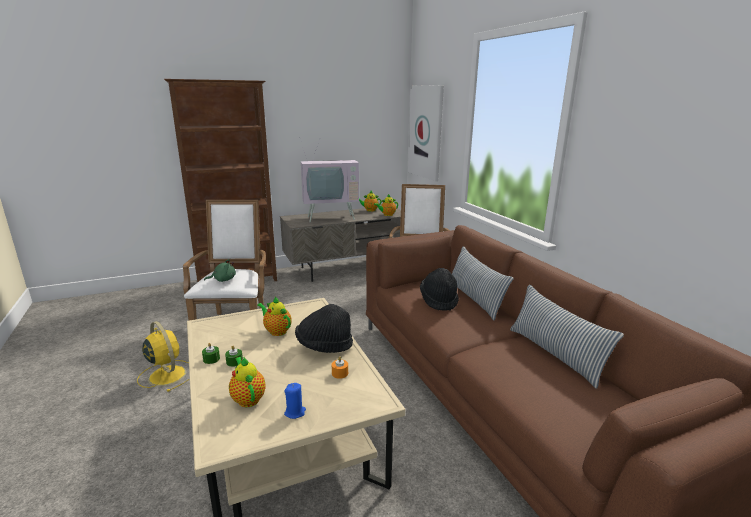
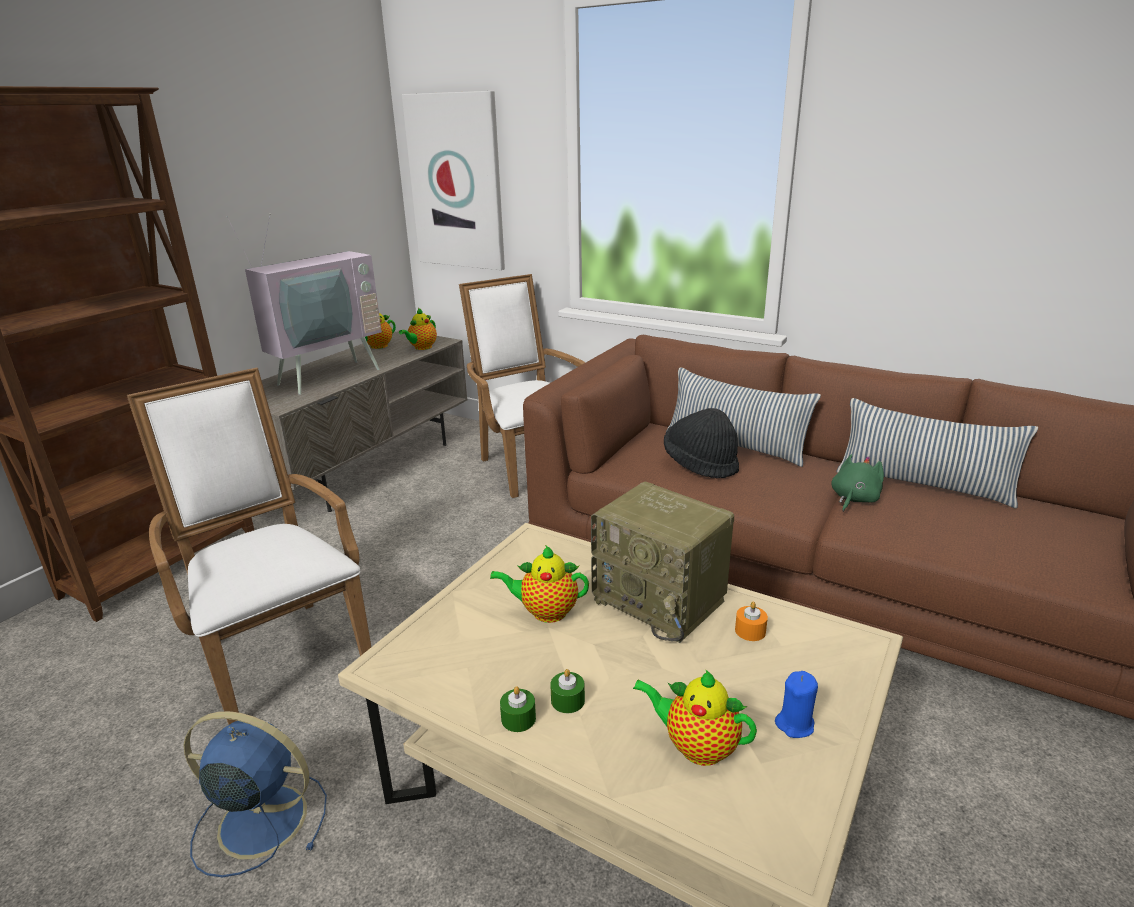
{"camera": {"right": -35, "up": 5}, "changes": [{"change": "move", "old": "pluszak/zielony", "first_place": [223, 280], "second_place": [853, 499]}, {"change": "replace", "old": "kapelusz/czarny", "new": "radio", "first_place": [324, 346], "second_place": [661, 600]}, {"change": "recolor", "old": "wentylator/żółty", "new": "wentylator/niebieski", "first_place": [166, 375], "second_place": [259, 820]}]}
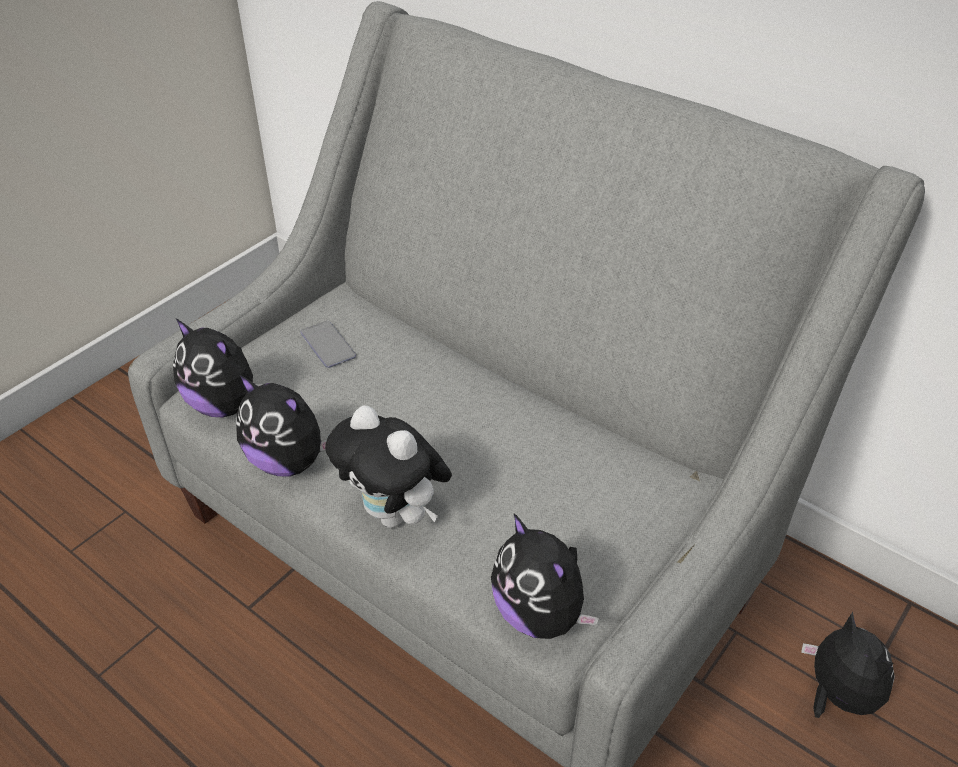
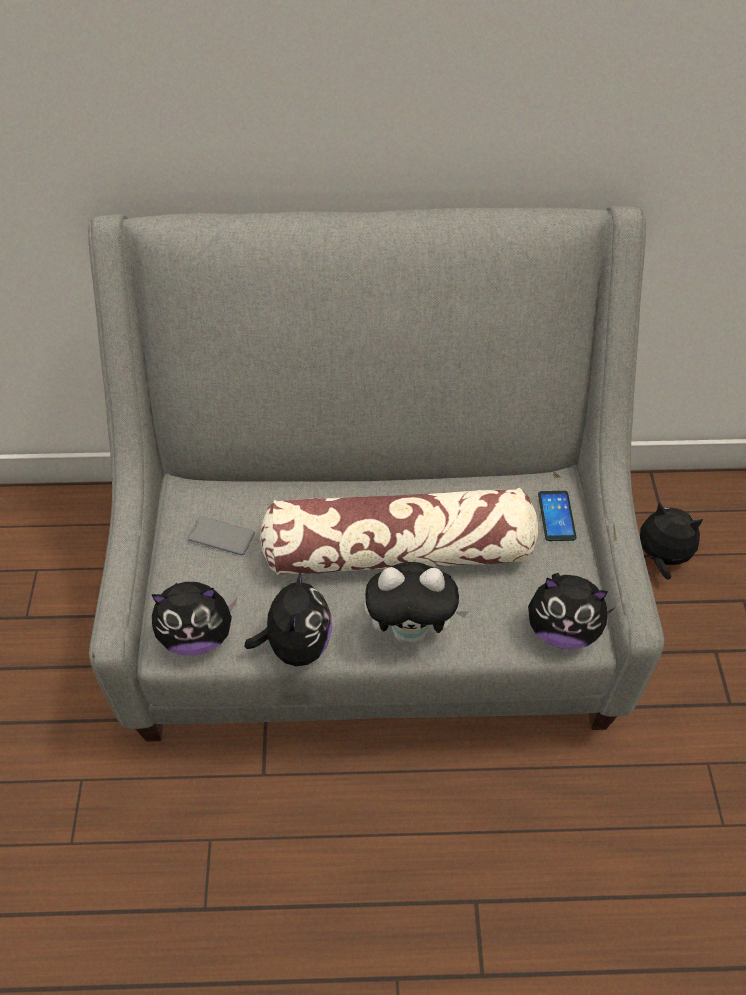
{"camera": {"right": -40, "up": 10}, "changes": [{"change": "insert", "new": "poduszka", "second_place": [399, 551]}, {"change": "insert", "new": "telefon", "second_place": [556, 516]}, {"change": "rotate", "old": "pluszak", "first_place": [288, 461], "second_place": [296, 644], "degrees": -75}]}
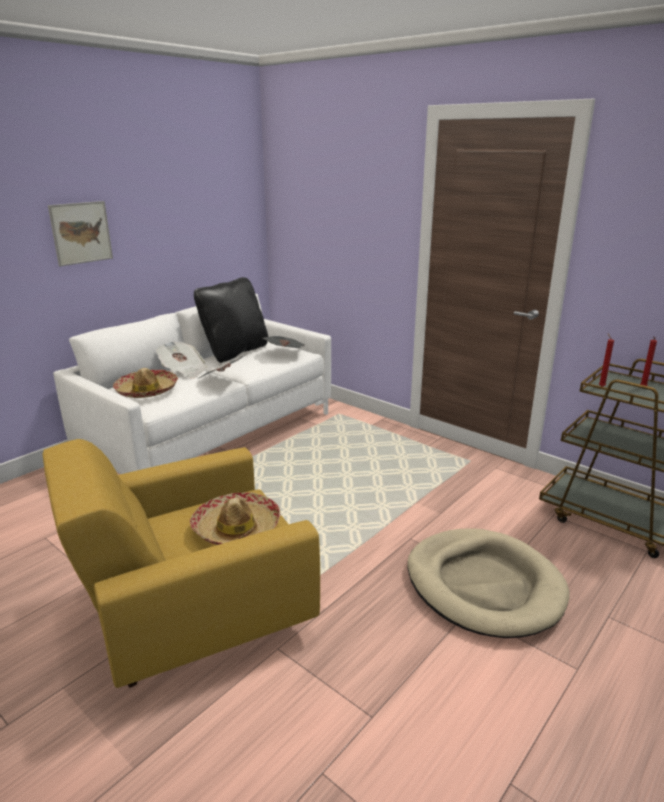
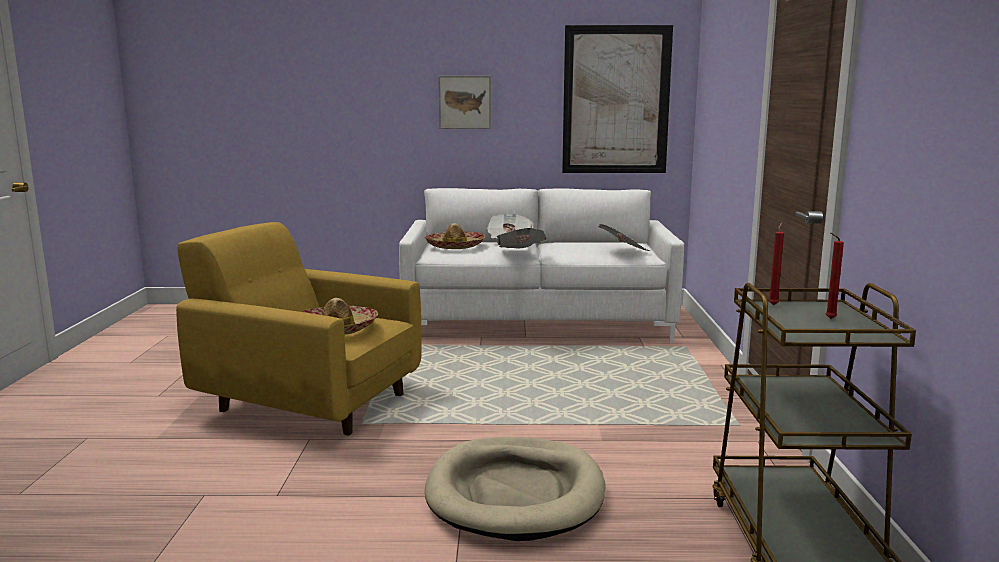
{"camera": {"right": 50, "up": -10}, "changes": [{"change": "delete", "old": "poduszka/czarny", "first_place": [235, 351]}, {"change": "insert", "new": "obraz", "second_place": [616, 100]}]}
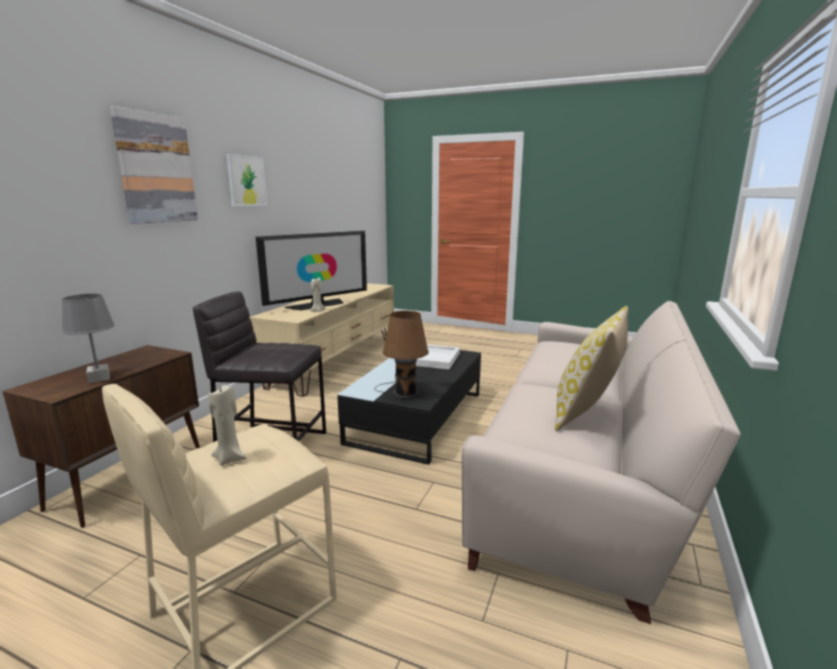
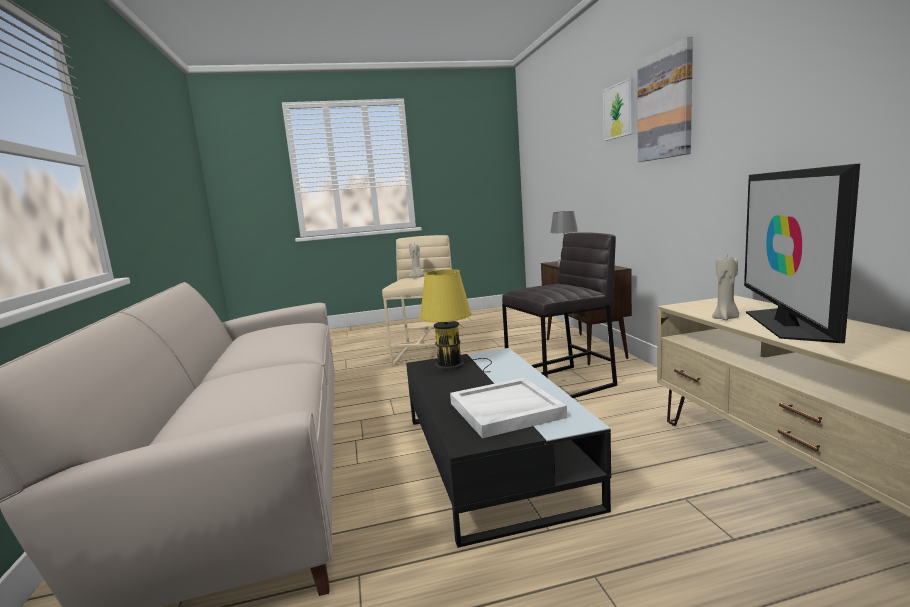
{"camera": {"right": 145, "up": -5}, "changes": [{"change": "delete", "old": "poduszka", "first_place": [587, 413]}, {"change": "move", "old": "obraz", "first_place": [246, 181], "second_place": [619, 110]}, {"change": "recolor", "old": "lampa stołowa/brązowy", "new": "lampa stołowa/żółty", "first_place": [403, 393], "second_place": [453, 365]}]}
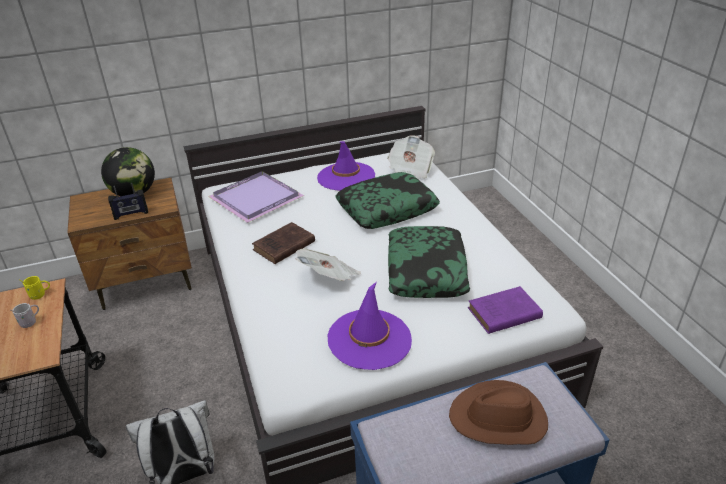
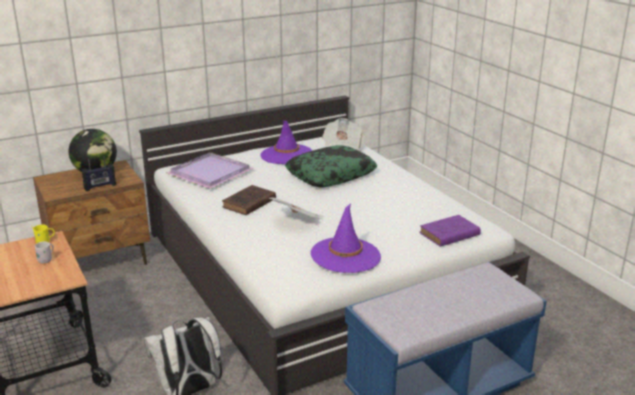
{"camera": {"right": -10, "up": -10}, "changes": [{"change": "delete", "old": "poduszka", "first_place": [426, 271]}, {"change": "delete", "old": "kapelusz/brązowy", "first_place": [498, 418]}]}
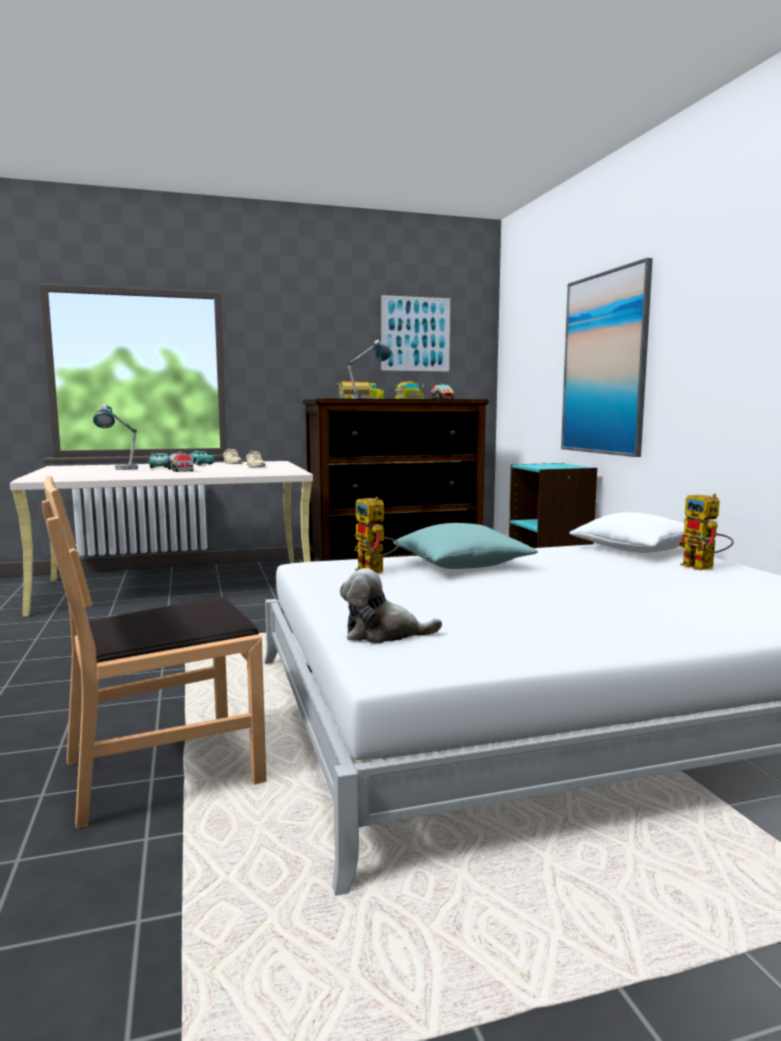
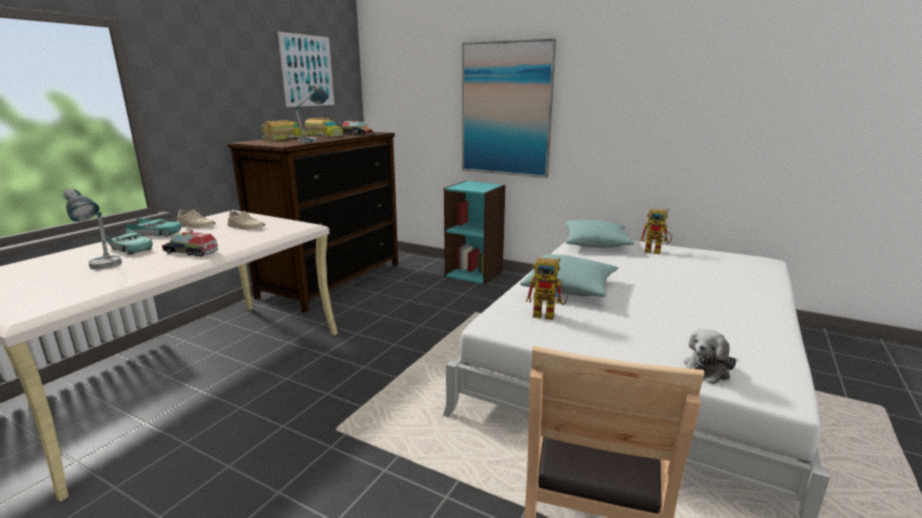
{"camera": {"right": -45, "up": 10}, "changes": [{"change": "recolor", "old": "poduszka/biały", "new": "poduszka/turkusowy", "first_place": [638, 549], "second_place": [595, 244]}]}
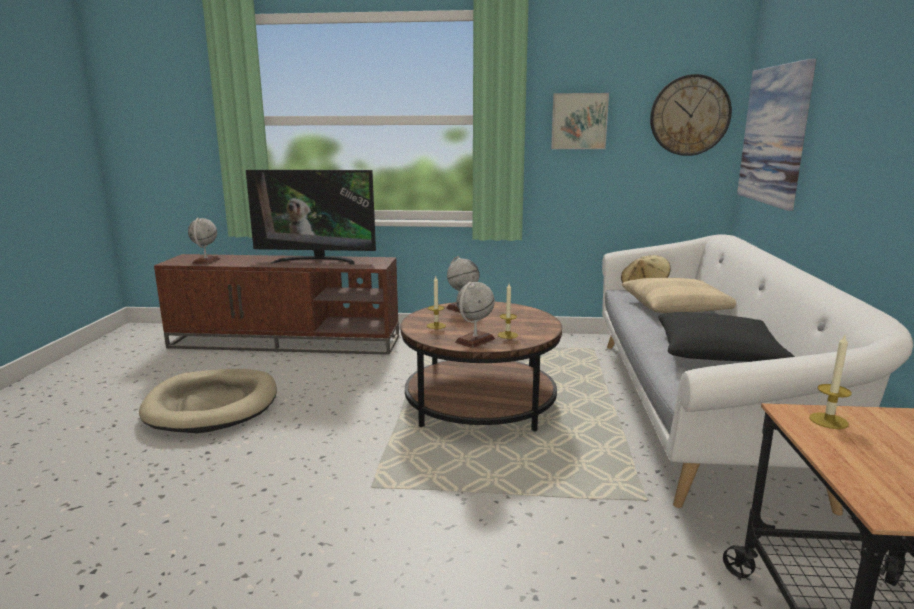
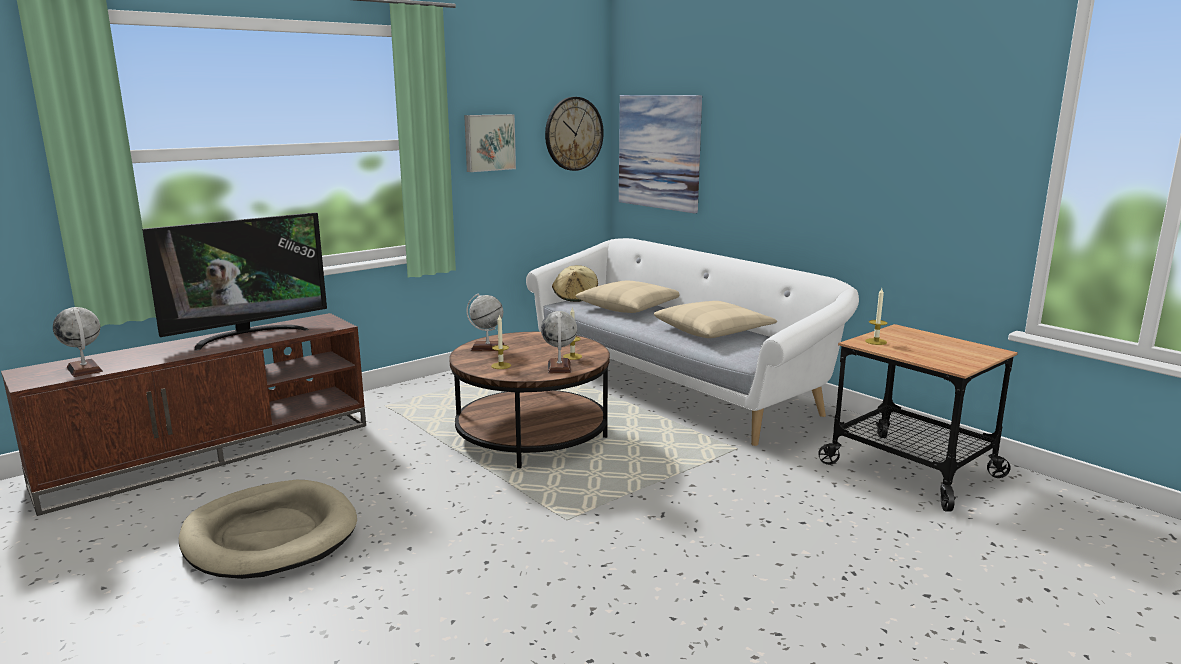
{"camera": {"right": -45, "up": 0}, "changes": [{"change": "recolor", "old": "poduszka/czarny", "new": "poduszka/beżowy", "first_place": [718, 352], "second_place": [713, 330]}]}
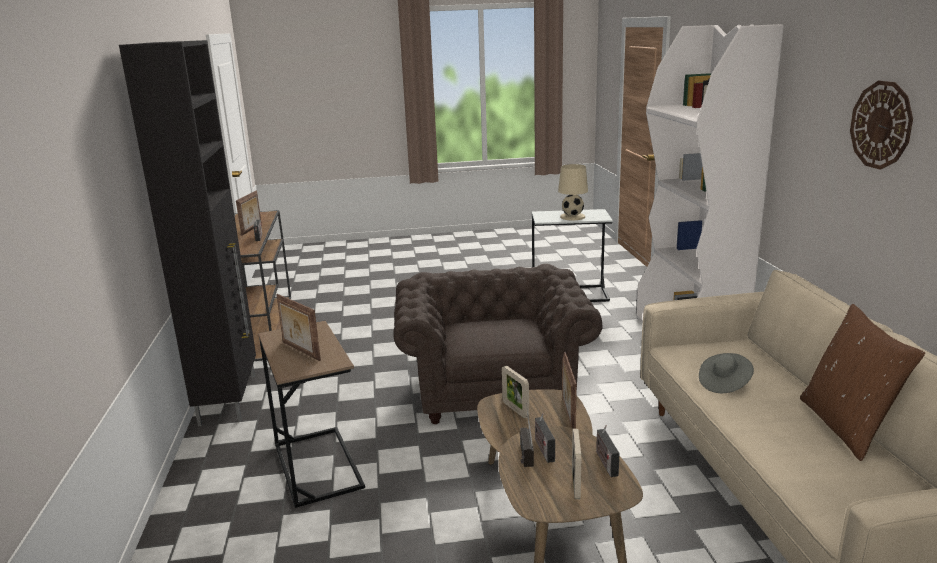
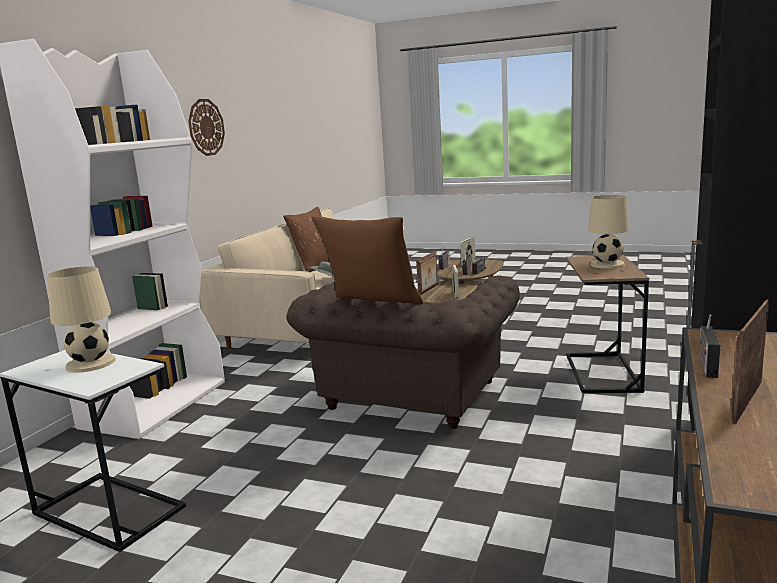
{"camera": {"right": -150, "up": -5}, "changes": [{"change": "insert", "new": "poduszka/brązowy", "second_place": [371, 305]}, {"change": "replace", "old": "ramka na zdjęcie", "new": "lampa stołowa/beżowy", "first_place": [300, 351], "second_place": [606, 264]}]}
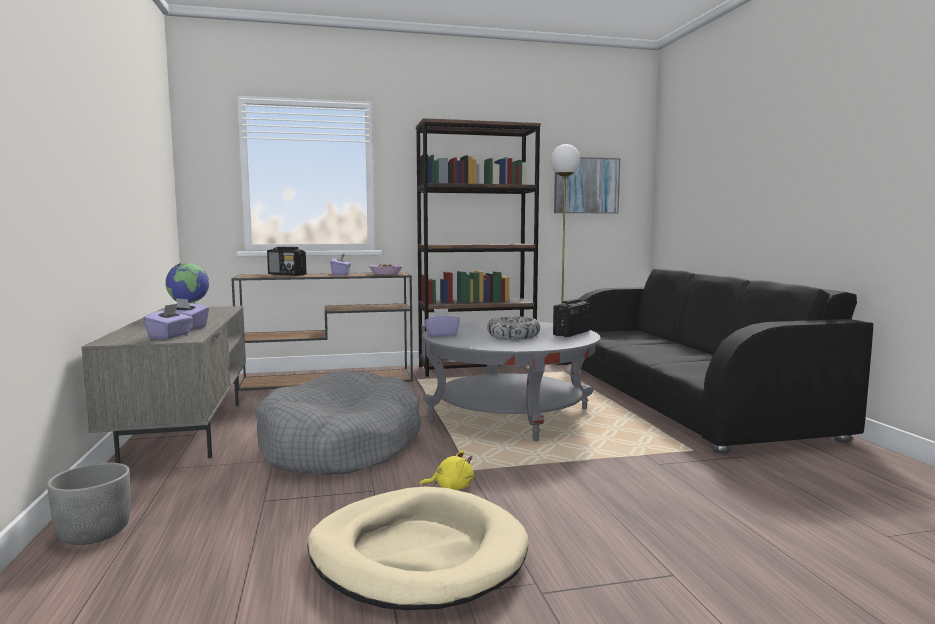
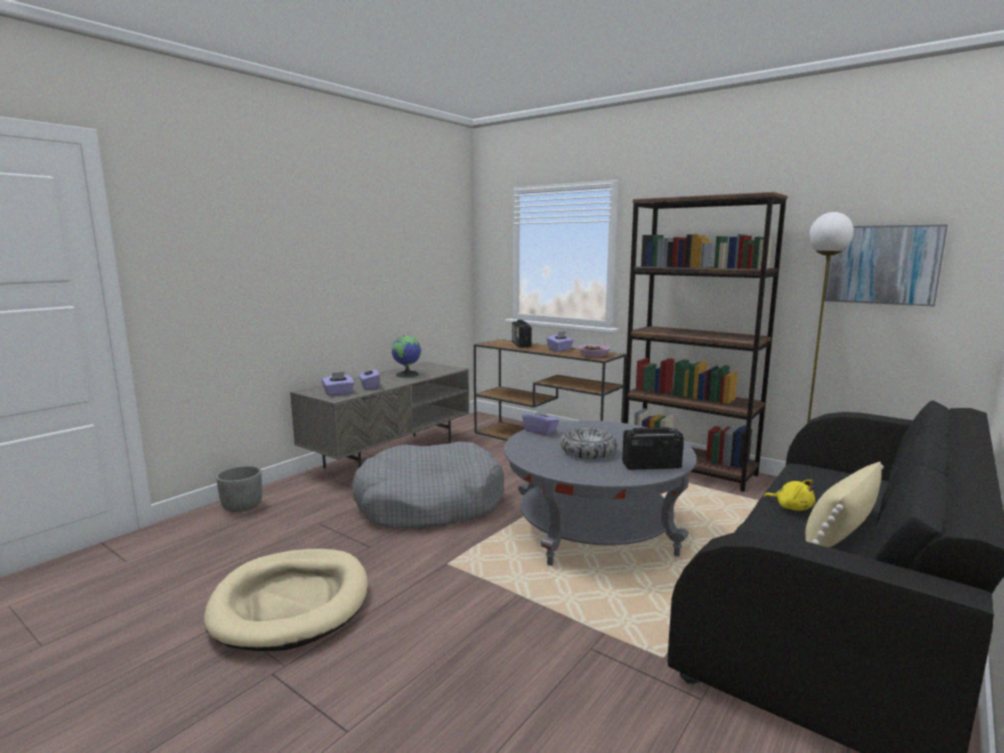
{"camera": {"right": 50, "up": 5}, "changes": [{"change": "insert", "new": "poduszka/beżowy", "second_place": [840, 531]}, {"change": "move", "old": "pluszak/żółty", "first_place": [451, 488], "second_place": [792, 507]}]}
